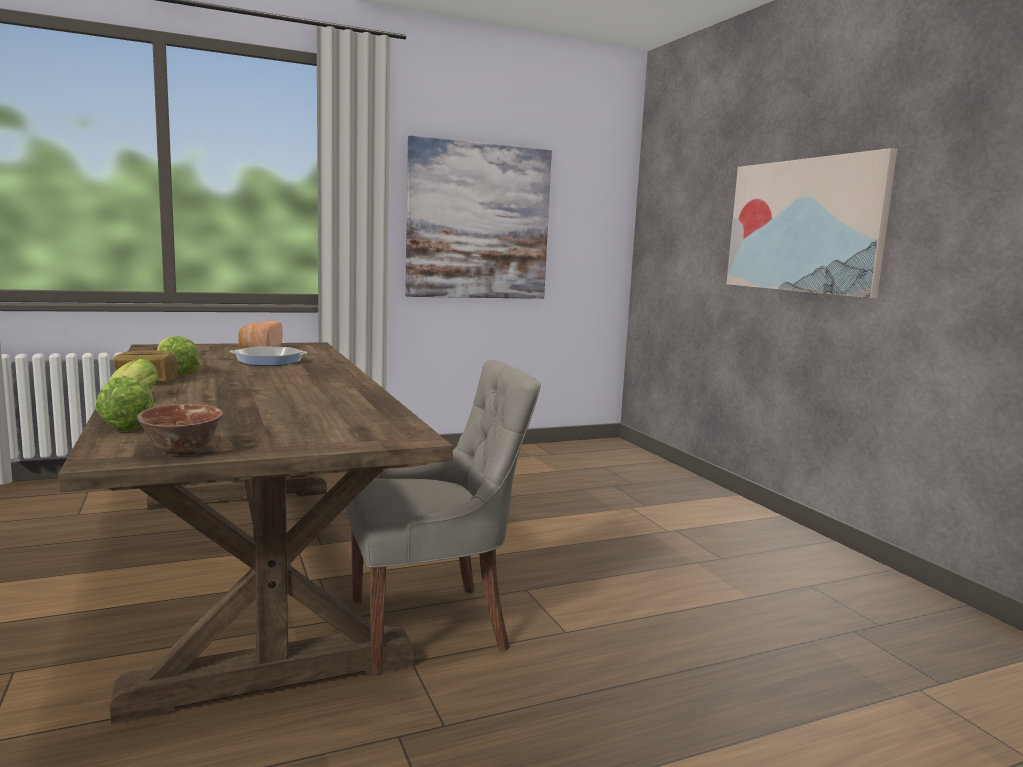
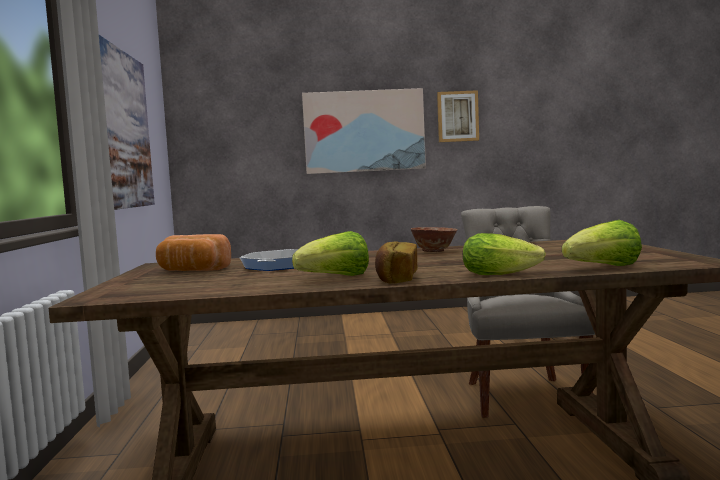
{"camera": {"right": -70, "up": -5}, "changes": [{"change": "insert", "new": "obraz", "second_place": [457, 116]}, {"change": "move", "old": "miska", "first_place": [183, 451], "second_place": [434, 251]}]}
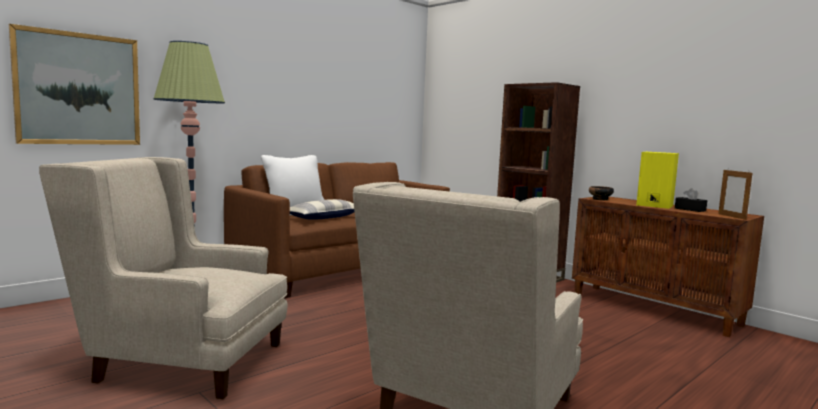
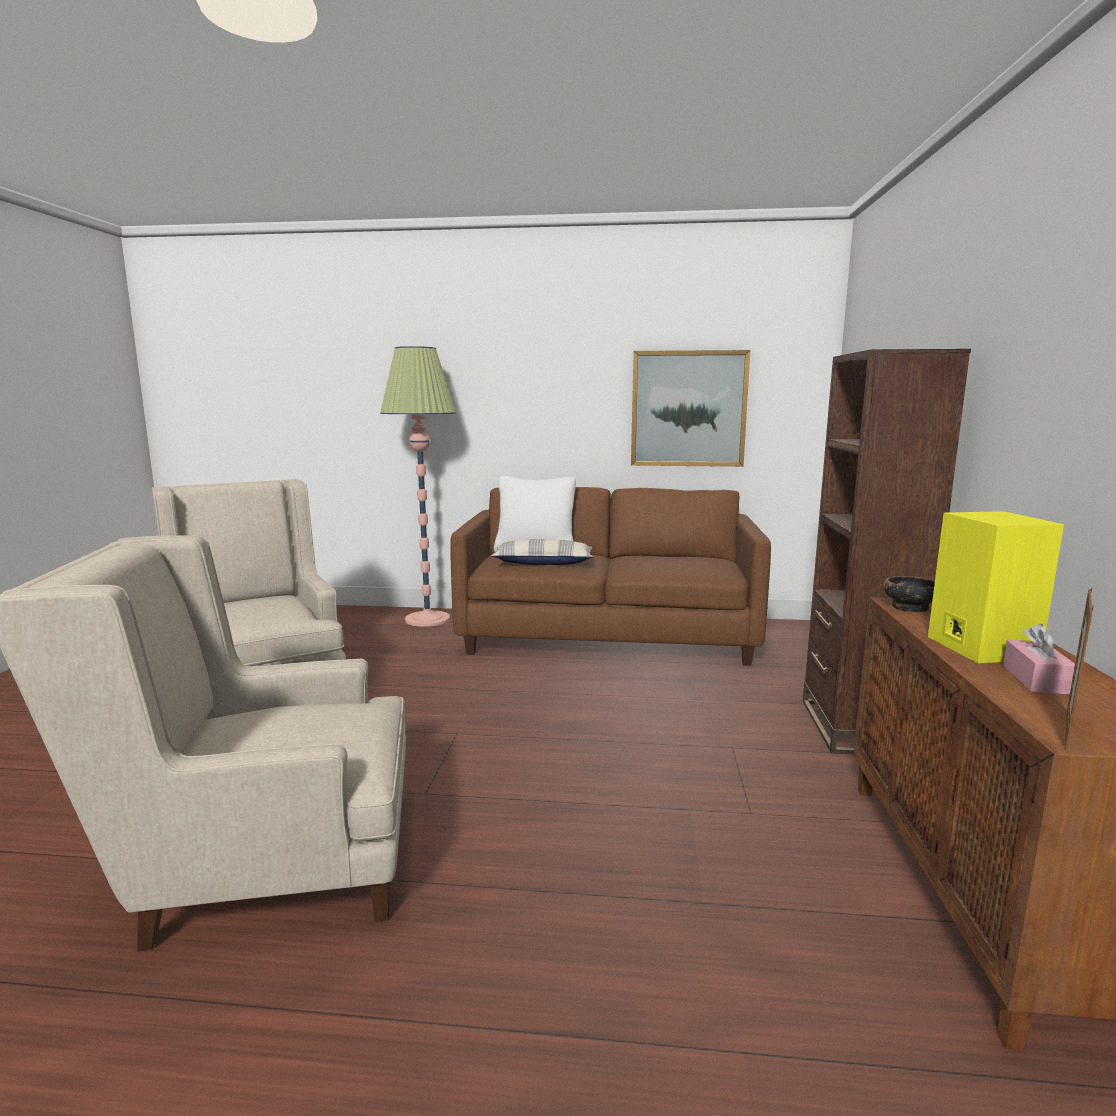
{"camera": {"right": 50, "up": 5}, "changes": [{"change": "move", "old": "obraz", "first_place": [78, 89], "second_place": [688, 409]}, {"change": "recolor", "old": "pudełko chusteczek/czarny", "new": "pudełko chusteczek/różowy", "first_place": [690, 209], "second_place": [1036, 680]}]}
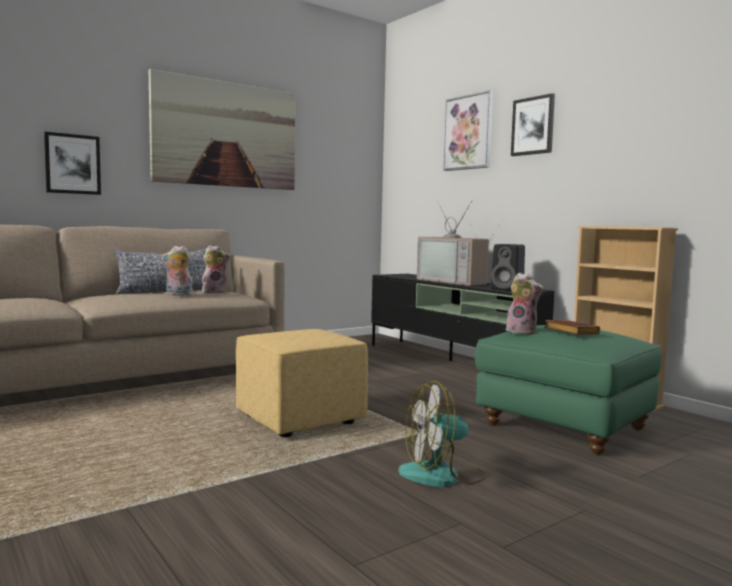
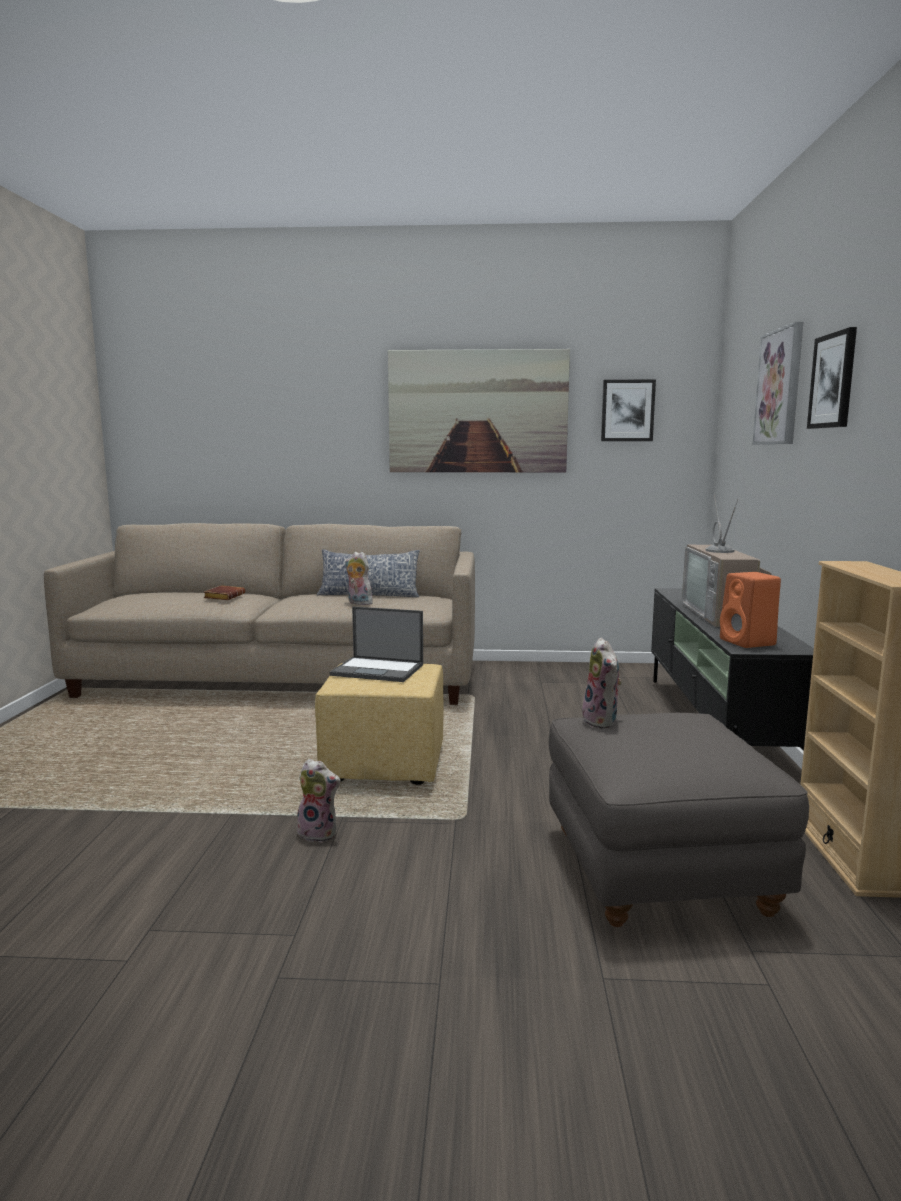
{"camera": {"right": 40, "up": 5}, "changes": [{"change": "delete", "old": "wentylator", "first_place": [442, 475]}, {"change": "insert", "new": "laptop", "second_place": [379, 670]}, {"change": "move", "old": "obraz", "first_place": [72, 164], "second_place": [627, 410]}, {"change": "move", "old": "pluszak", "first_place": [215, 292], "second_place": [319, 833]}, {"change": "move", "old": "książka/brązowy", "first_place": [569, 332], "second_place": [224, 596]}, {"change": "recolor", "old": "pufa/zielony", "new": "pufa/szary", "first_place": [563, 427], "second_place": [657, 871]}, {"change": "recolor", "old": "głośnik/czarny", "new": "głośnik/pomarańczowy", "first_place": [508, 289], "second_place": [749, 642]}]}
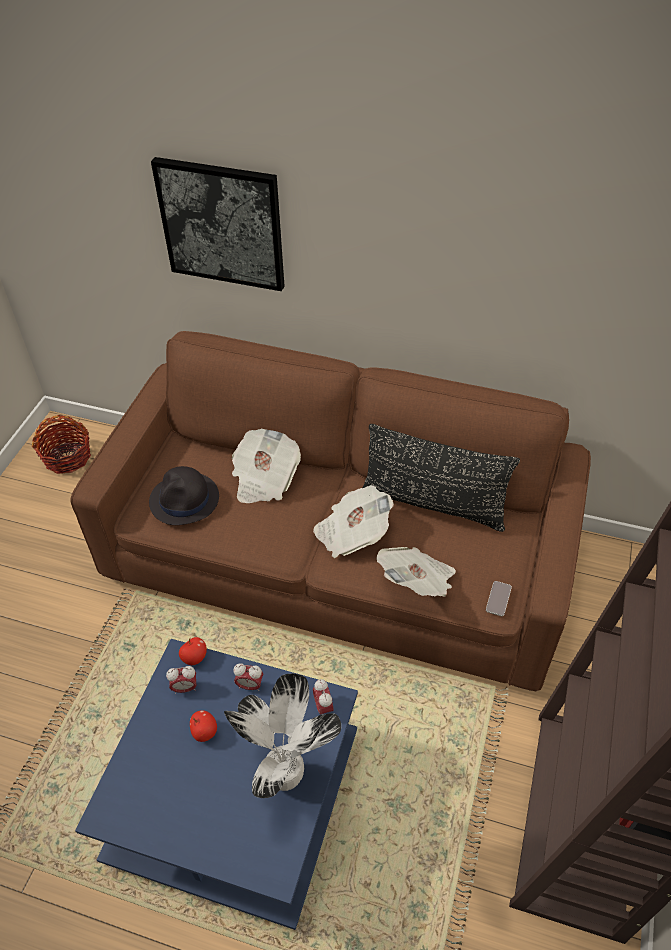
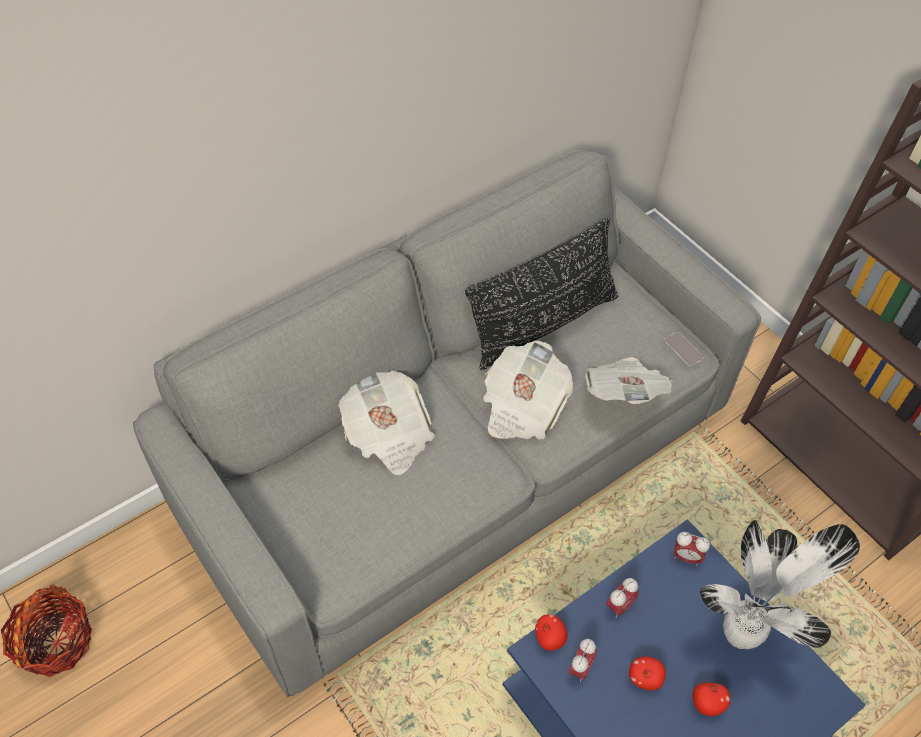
{"camera": {"right": -55, "up": 5}, "changes": [{"change": "delete", "old": "kapelusz/czarny", "first_place": [185, 500]}, {"change": "delete", "old": "obraz", "first_place": [222, 224]}, {"change": "insert", "new": "jabłko", "second_place": [707, 703]}, {"change": "recolor", "old": "kanapa/brązowy", "new": "kanapa/szary", "first_place": [337, 556], "second_place": [457, 457]}]}
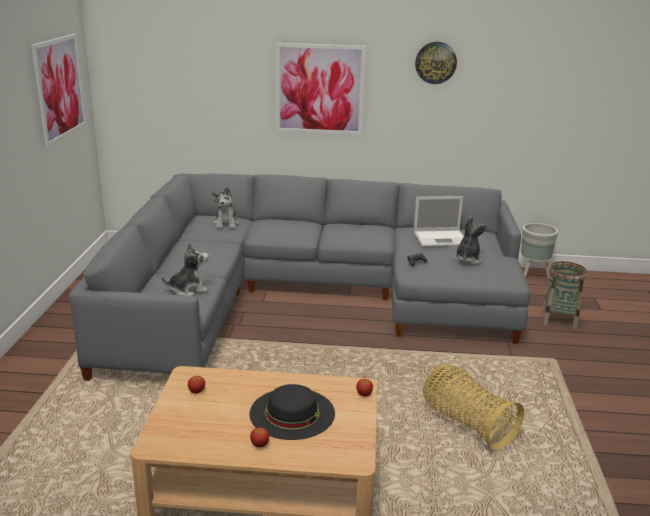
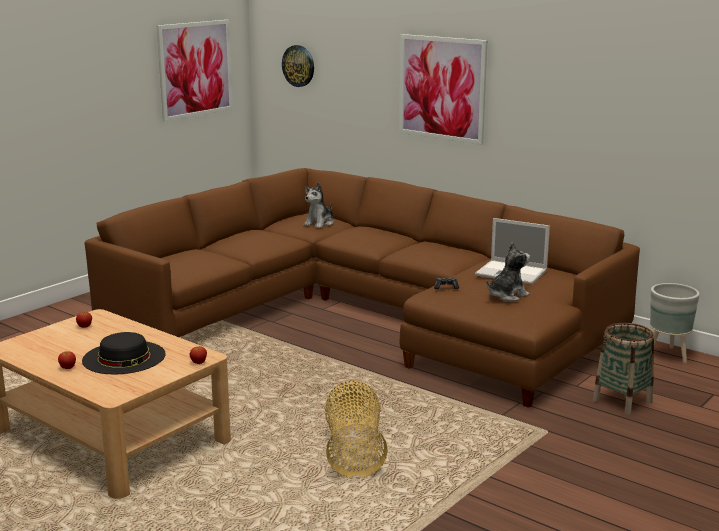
{"camera": {"right": 35, "up": -5}, "changes": [{"change": "delete", "old": "pluszak", "first_place": [188, 290]}, {"change": "move", "old": "zegar ścienny", "first_place": [435, 62], "second_place": [298, 66]}, {"change": "recolor", "old": "kanapa/szary", "new": "kanapa/brązowy", "first_place": [305, 297], "second_place": [367, 315]}]}
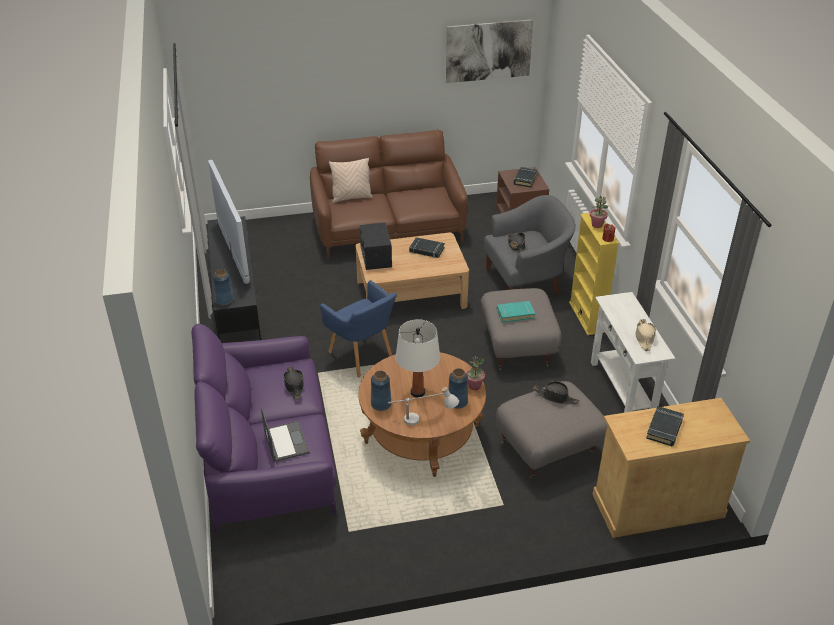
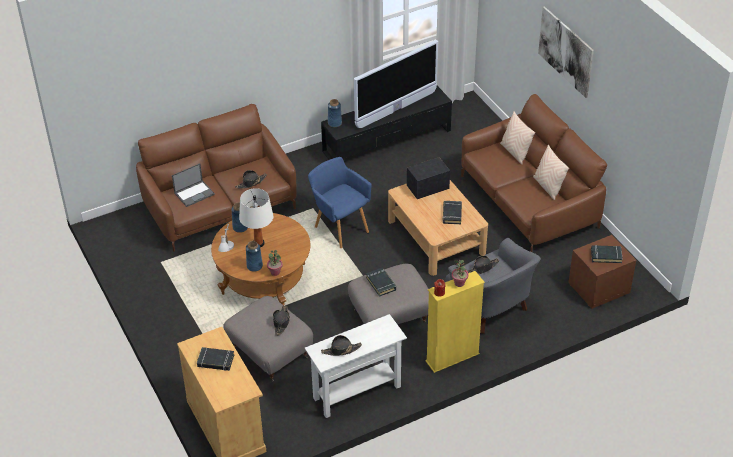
{"camera": {"right": 75, "up": 5}, "changes": [{"change": "insert", "new": "poduszka/beżowy", "second_place": [548, 187]}, {"change": "move", "old": "obraz", "first_place": [488, 51], "second_place": [565, 51]}, {"change": "recolor", "old": "kanapa/fioletowy", "new": "kanapa/brązowy", "first_place": [268, 455], "second_place": [220, 206]}, {"change": "recolor", "old": "książka/turkusowy", "new": "książka/czarny", "first_place": [515, 313], "second_place": [381, 283]}, {"change": "recolor", "old": "kapelusz/beżowy", "new": "kapelusz/czarny", "first_place": [644, 337], "second_place": [341, 350]}, {"change": "rotate", "old": "fotel/niebieski", "first_place": [362, 357], "second_place": [340, 228], "degrees": 105}]}
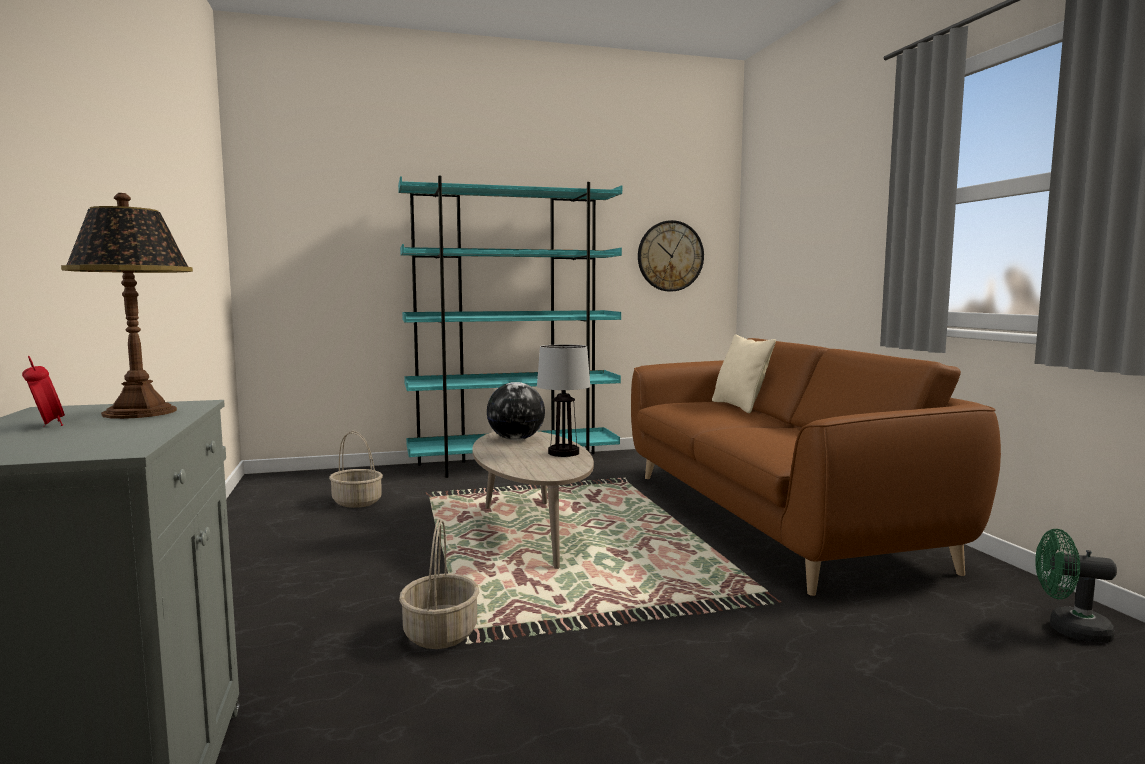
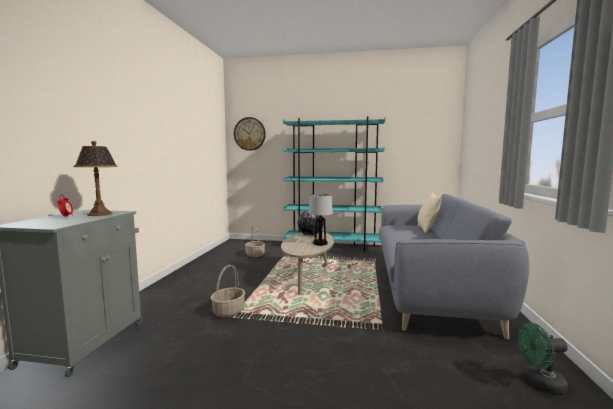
{"camera": {"right": 25, "up": 0}, "changes": [{"change": "move", "old": "zegar ścienny", "first_place": [670, 256], "second_place": [249, 134]}, {"change": "recolor", "old": "kanapa/brązowy", "new": "kanapa/szary", "first_place": [771, 516], "second_place": [429, 288]}, {"change": "rotate", "old": "wentylator/zielony", "first_place": [1069, 630], "second_place": [540, 383], "degrees": -45}]}
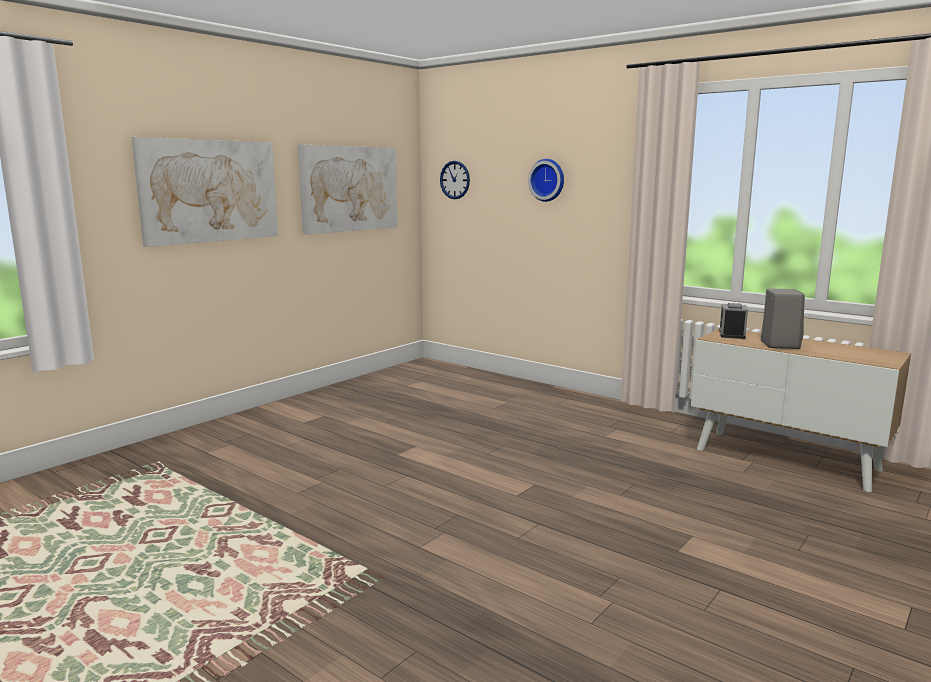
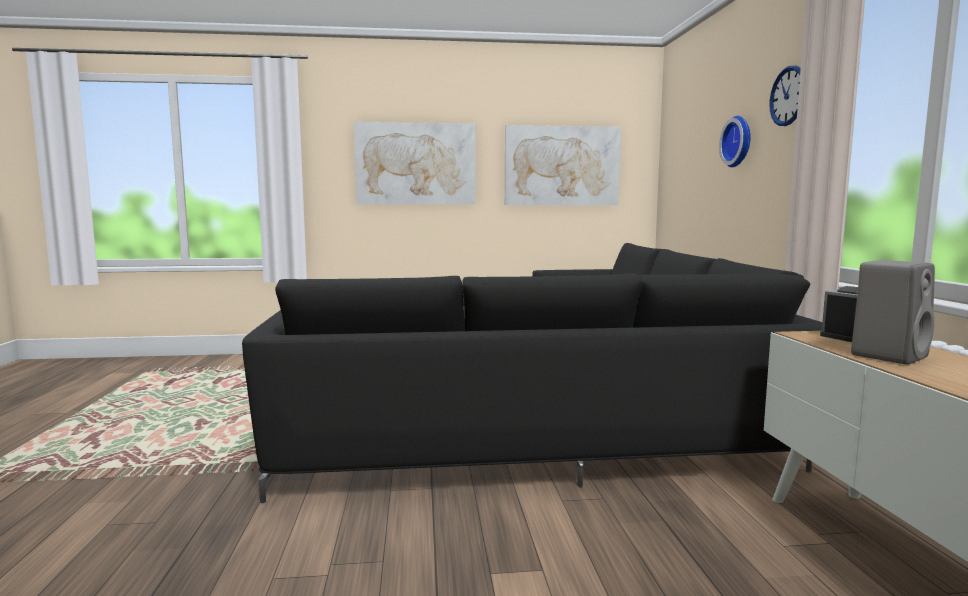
{"camera": {"right": 45, "up": -5}, "changes": [{"change": "insert", "new": "kanapa/czarny", "second_place": [571, 411]}, {"change": "move", "old": "zegar ścienny", "first_place": [455, 180], "second_place": [788, 96]}]}
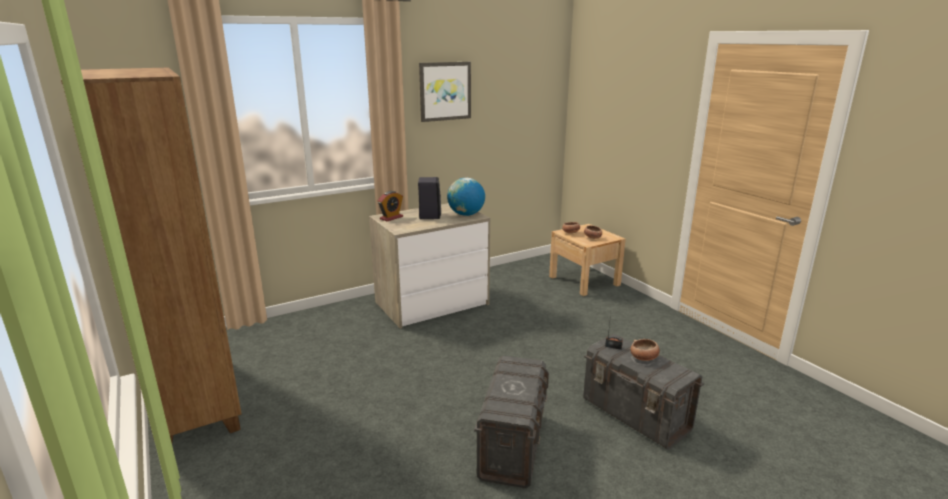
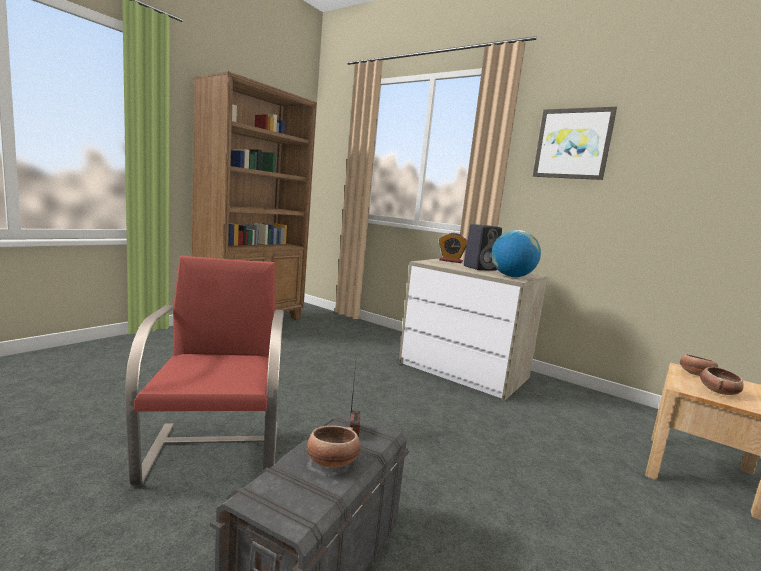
{"camera": {"right": 65, "up": -10}, "changes": [{"change": "replace", "old": "pojemnik do przechowywania/szary", "new": "krzesło/czerwony", "first_place": [512, 445], "second_place": [215, 449]}]}
